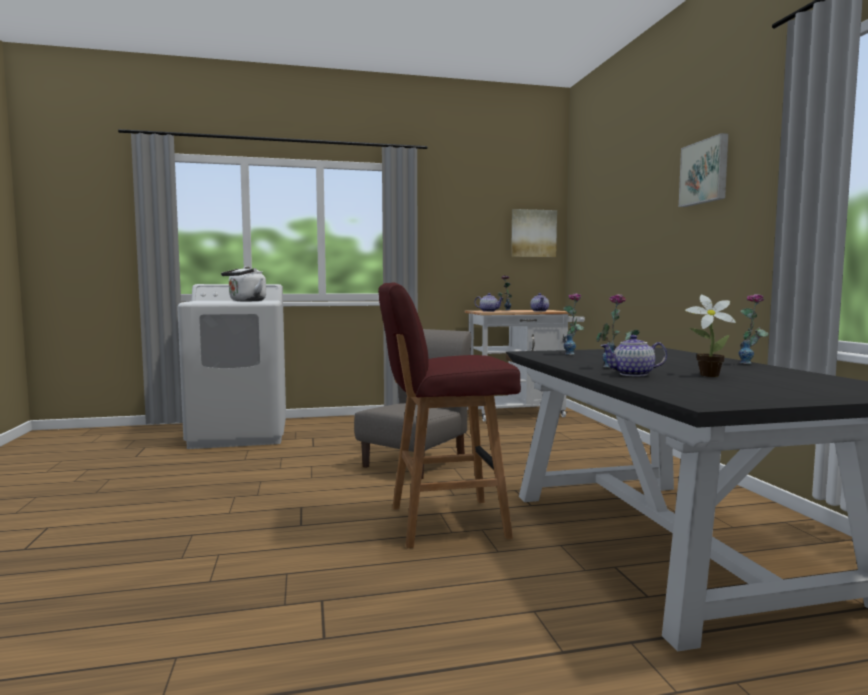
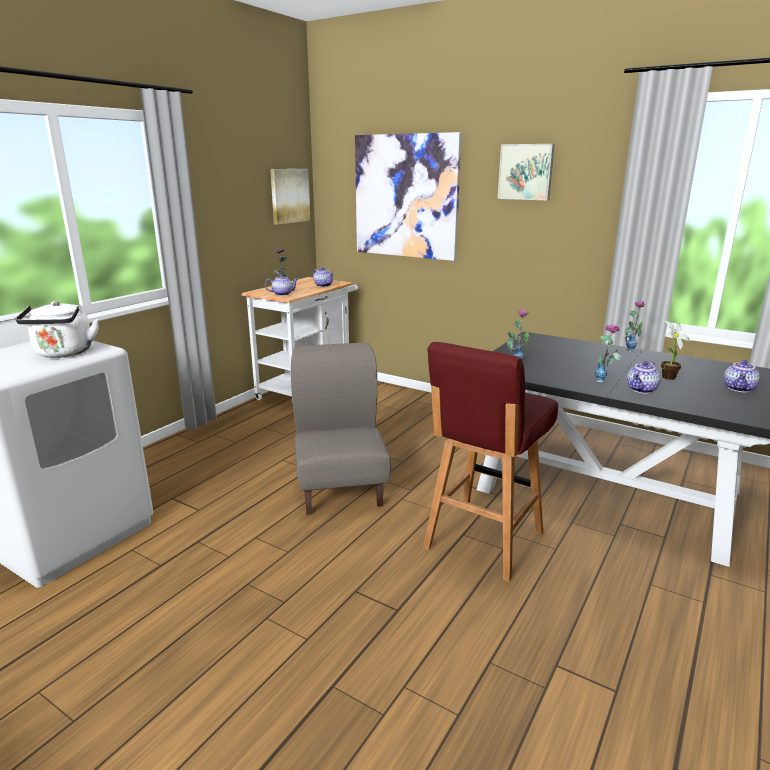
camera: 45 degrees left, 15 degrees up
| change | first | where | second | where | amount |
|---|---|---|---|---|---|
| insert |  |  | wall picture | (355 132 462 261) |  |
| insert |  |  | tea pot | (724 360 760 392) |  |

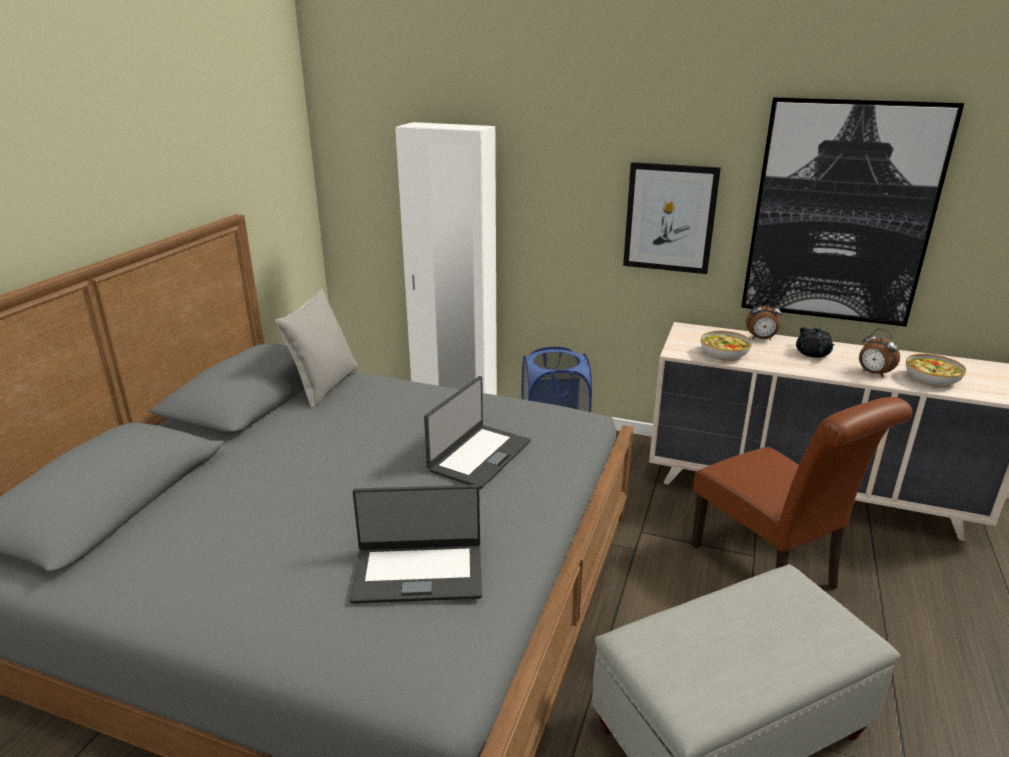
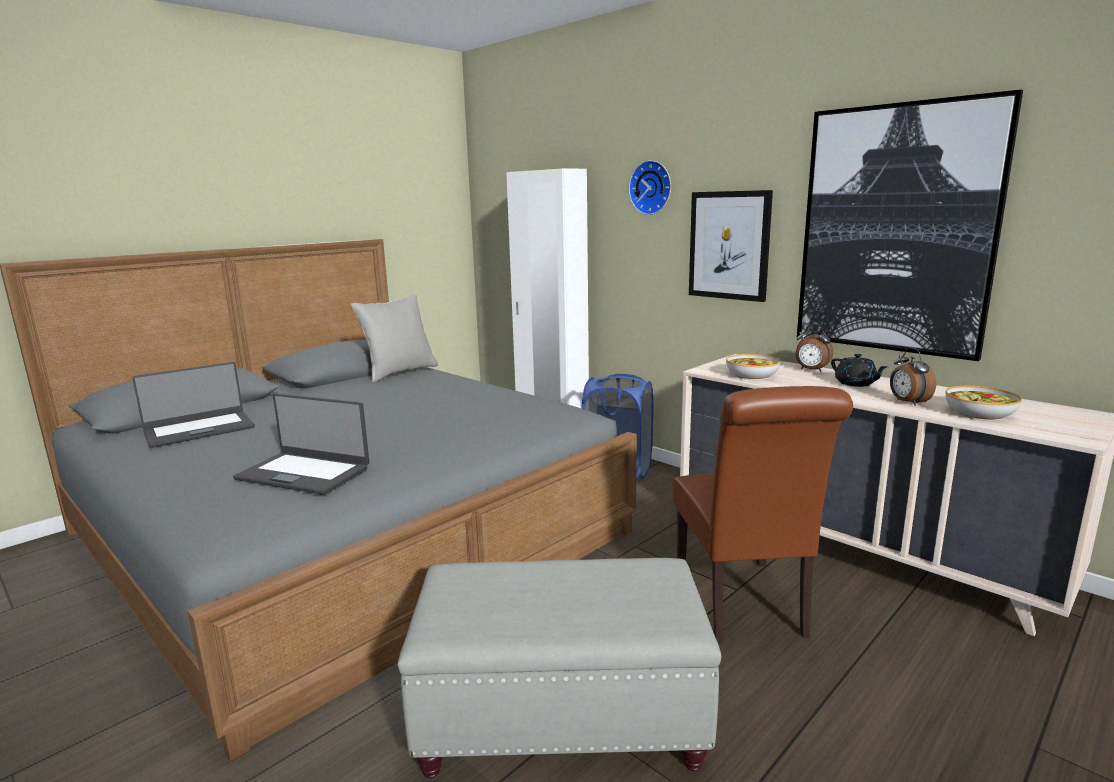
camera: 25 degrees right, 10 degrees down
| change | first | where | second | where | amount |
|---|---|---|---|---|---|
| move | laptop | (424 376 531 489) |  | (132 362 255 448) |  |
| rotate | blackish tea pot | (796 327 834 358) |  | (831 354 888 387) | 45 degrees counterclockwise |
| insert |  |  | hanging clock | (629 160 671 215) |  |

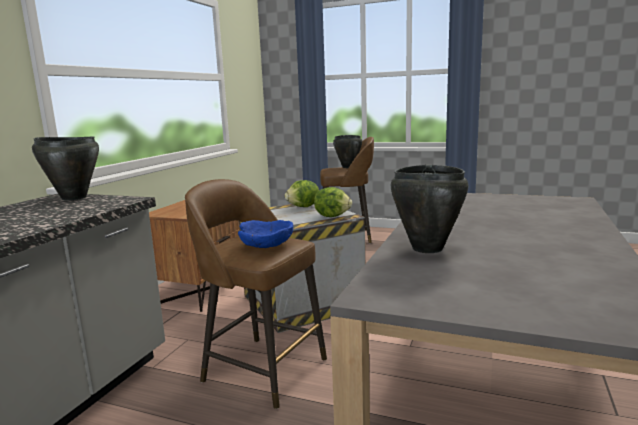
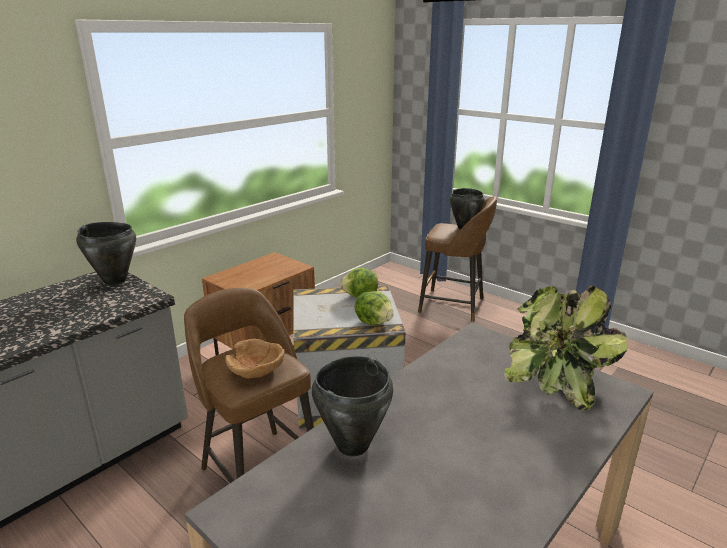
camera: 20 degrees right, 10 degrees up
| change | first | where | second | where | amount |
|---|---|---|---|---|---|
| recolor | bluish serving bowl | (238 220 293 248) | brown-coloured serving bowl | (225 339 284 378) |  |
| insert |  |  | plant in a pot | (504 286 627 410) |  |

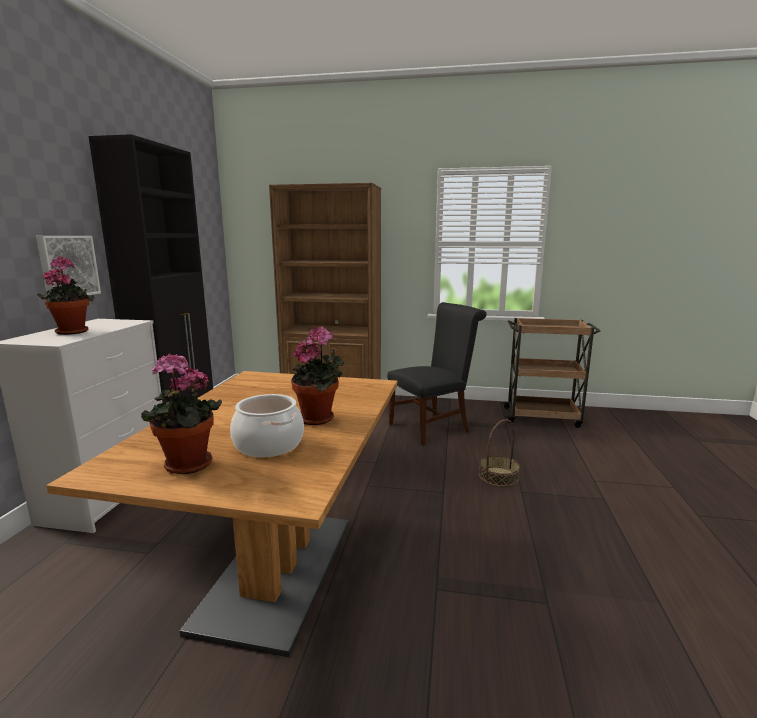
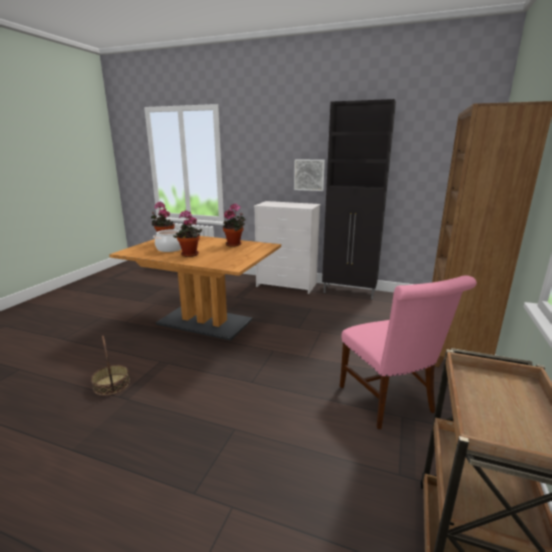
camera: 100 degrees right, 5 degrees up
| change | first | where | second | where | amount |
|---|---|---|---|---|---|
| move | plant in a pot | (37 256 94 335) |  | (223 204 246 247) |  |
| recolor | blackish chair | (387 302 487 446) | pink-coloured chair | (340 276 477 429) |  |
| move | basket | (479 419 520 487) |  | (91 336 130 396) |  |

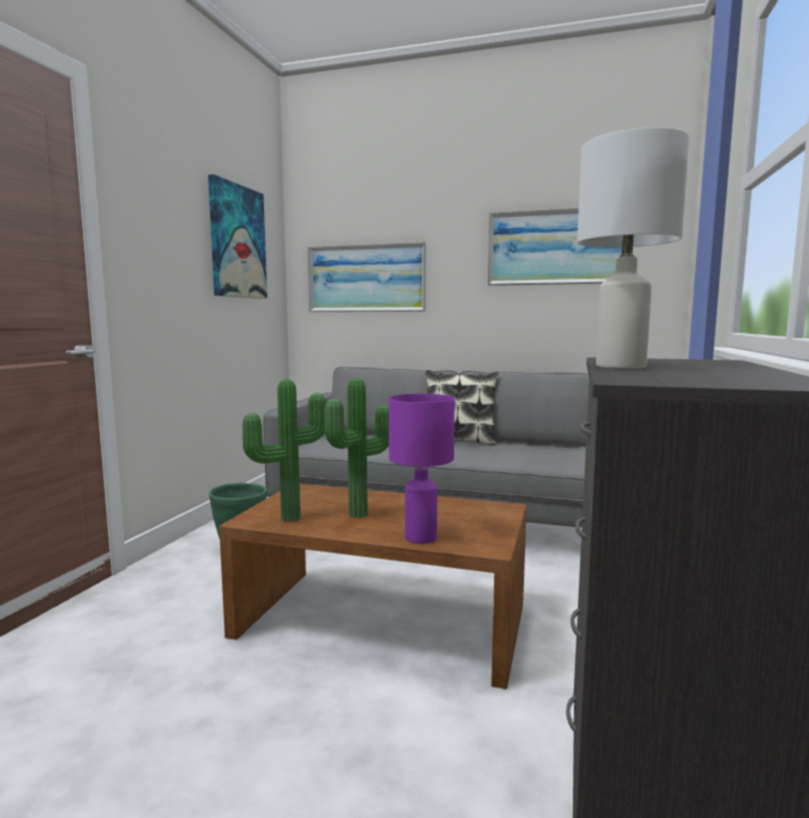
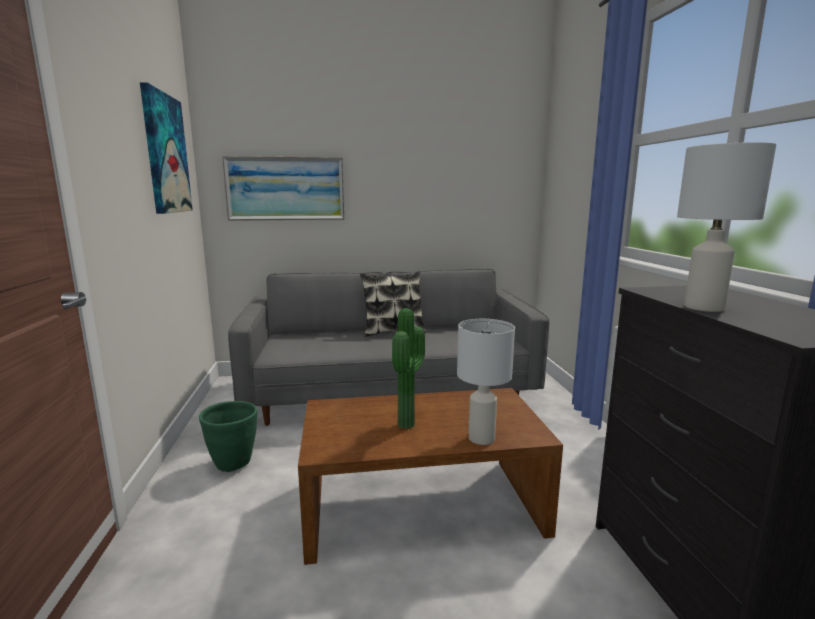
camera: 25 degrees left, 5 degrees up
| change | first | where | second | where | amount |
|---|---|---|---|---|---|
| delete | plant in a pot | (242 379 326 522) |  |  |  |
| recolor | purple lamp for a table | (389 394 455 544) | white-coloured lamp for a table | (457 319 515 445) |  |
| delete | wall picture | (488 208 622 286) |  |  |  |

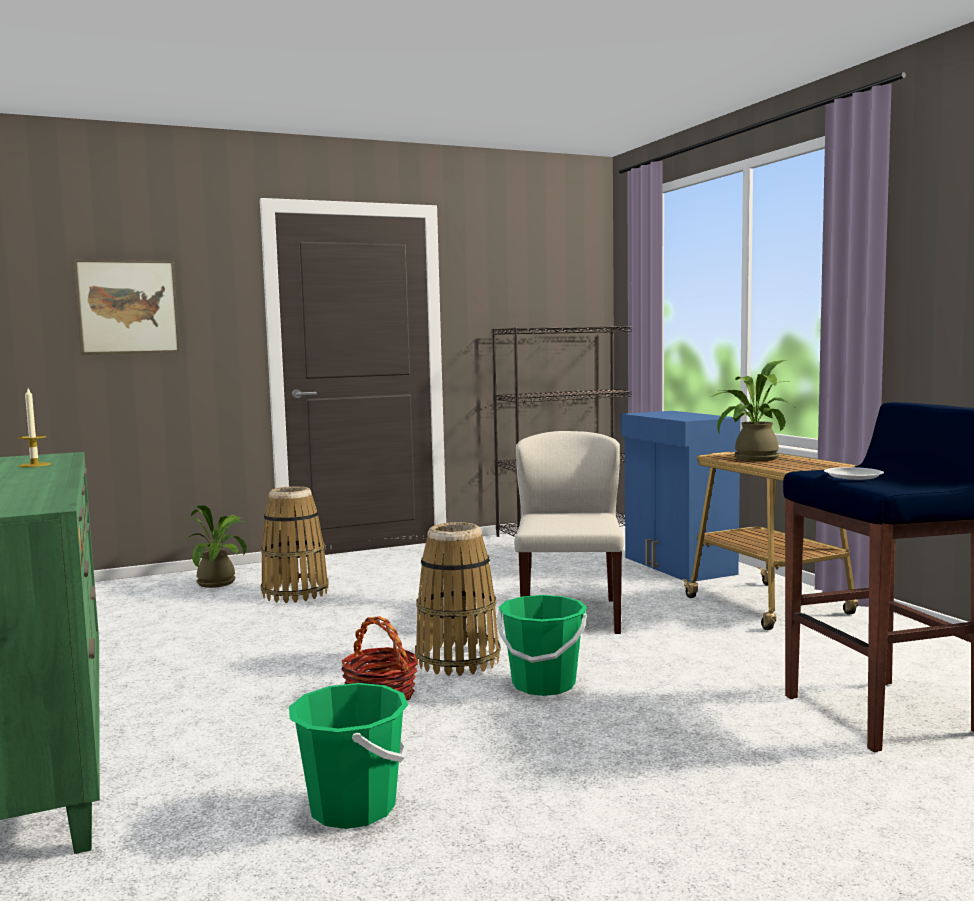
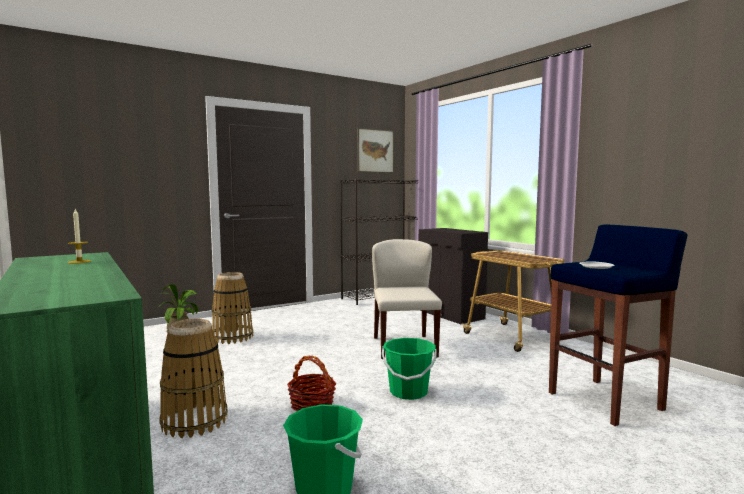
camera: 10 degrees left, 0 degrees up
| change | first | where | second | where | amount |
|---|---|---|---|---|---|
| move | wall picture | (74 259 180 355) |  | (357 127 394 173) |  |
| move | basket | (415 522 501 676) |  | (159 319 228 438) |  |
| recolor | bluish cupboard | (621 411 740 582) | blackish cupboard | (419 228 488 324) |  |
| delete | plant in a pot | (710 360 794 461) |  |  |  |

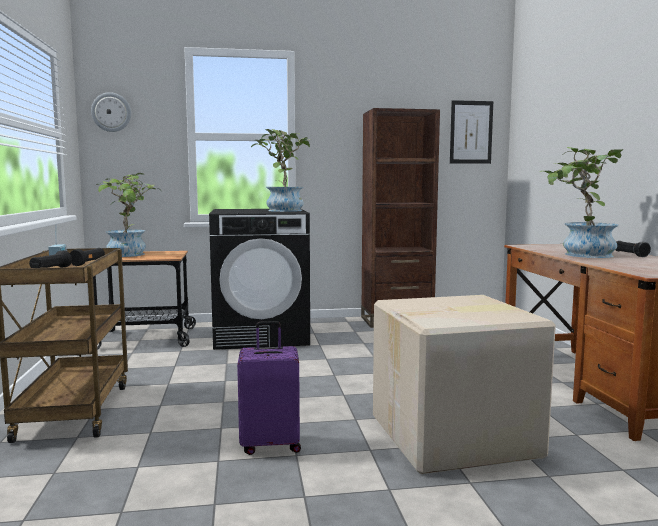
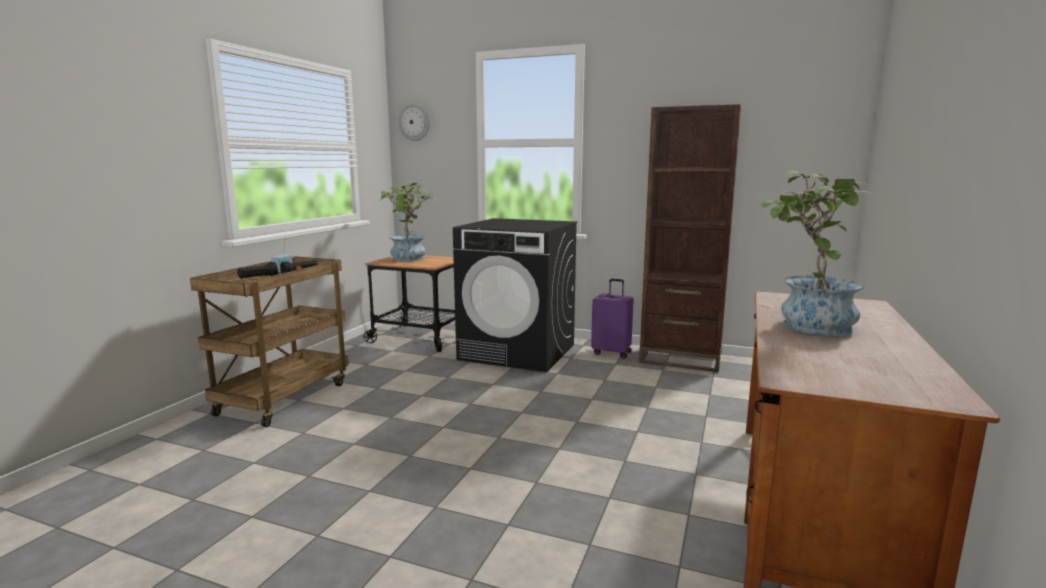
camera: 30 degrees right, 5 degrees up
| change | first | where | second | where | amount |
|---|---|---|---|---|---|
| move | purple suitcase | (237 321 301 455) |  | (591 279 634 358) |  |
| delete | plant in a pot | (251 129 310 212) |  |  |  |
| delete | cardboard box | (373 295 556 474) |  |  |  |
| delete | wall picture | (450 100 493 164) |  |  |  |
| delete | blackish torch | (616 241 651 257) |  |  |  |

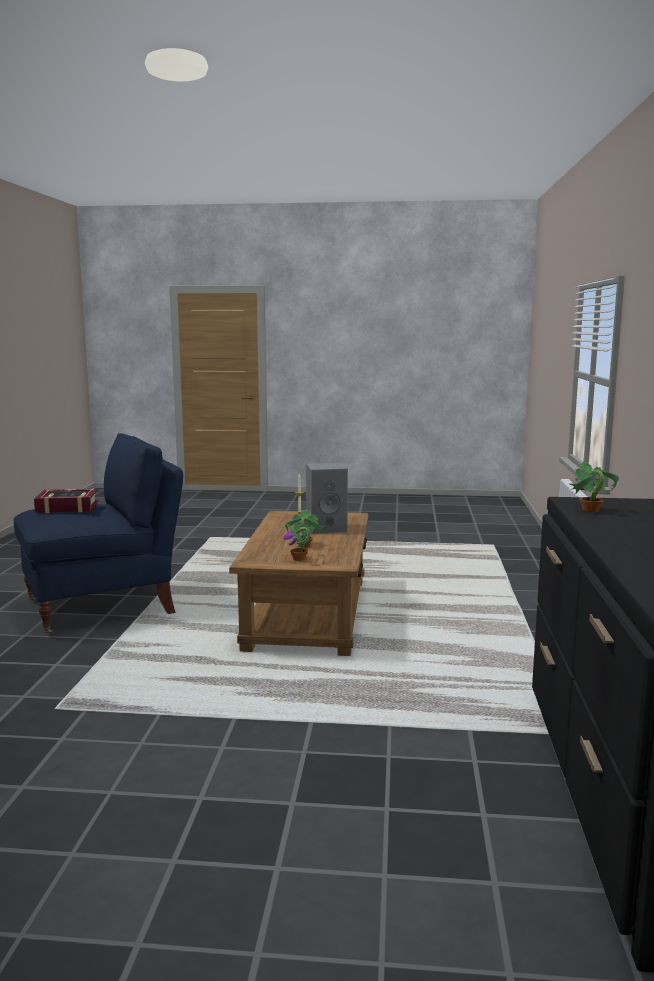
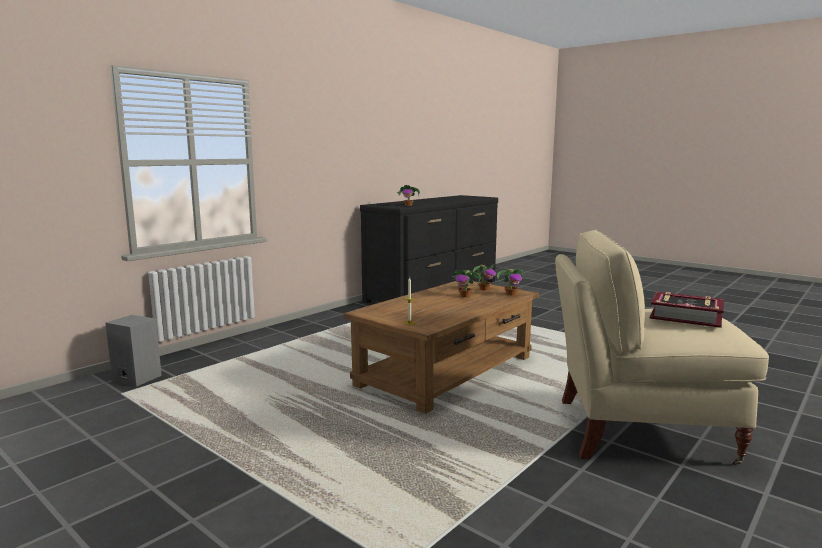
camera: 145 degrees left, 0 degrees up
| change | first | where | second | where | amount |
|---|---|---|---|---|---|
| recolor | bluish armchair | (14 433 183 635) | beige armchair | (555 230 769 466) |  |
| move | greyish loudspeaker | (306 463 348 534) |  | (105 315 162 387) |  |
| insert |  |  | plant in a pot | (497 269 524 296) |  |

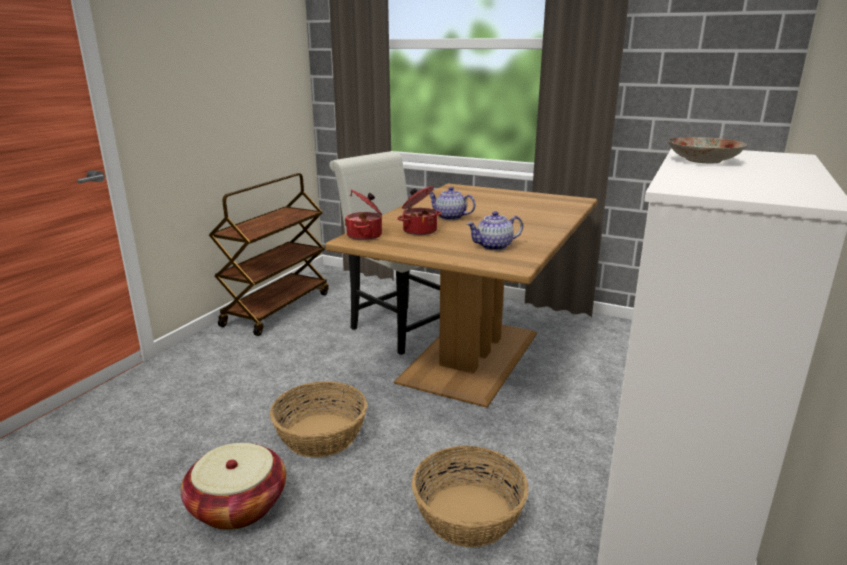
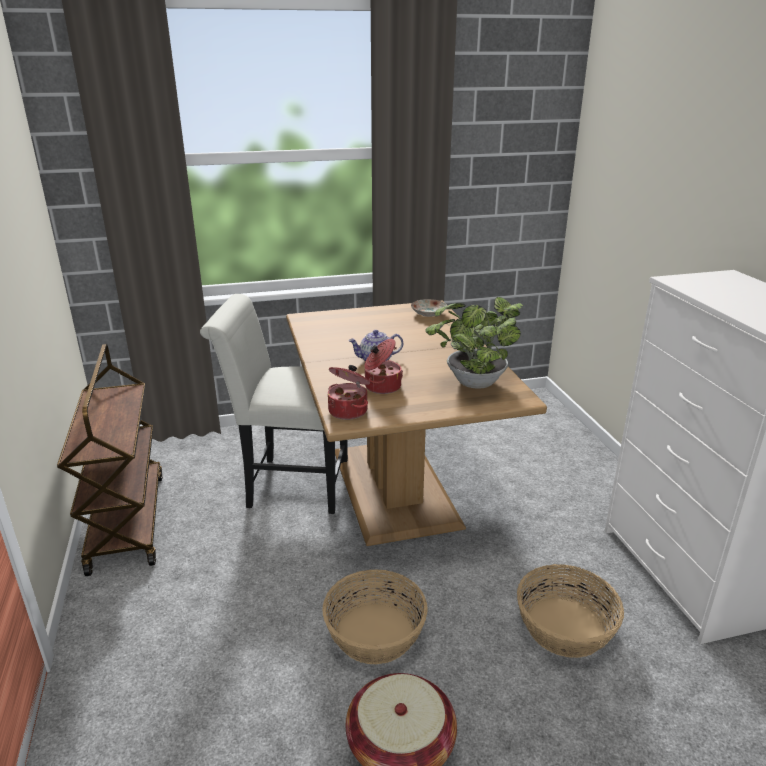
camera: 40 degrees left, 5 degrees up
| change | first | where | second | where | amount |
|---|---|---|---|---|---|
| replace | tea pot | (467 211 523 251) | plant in a pot | (425 297 523 389) |  |
| move | plate | (668 137 747 164) |  | (411 299 447 317) |  |

